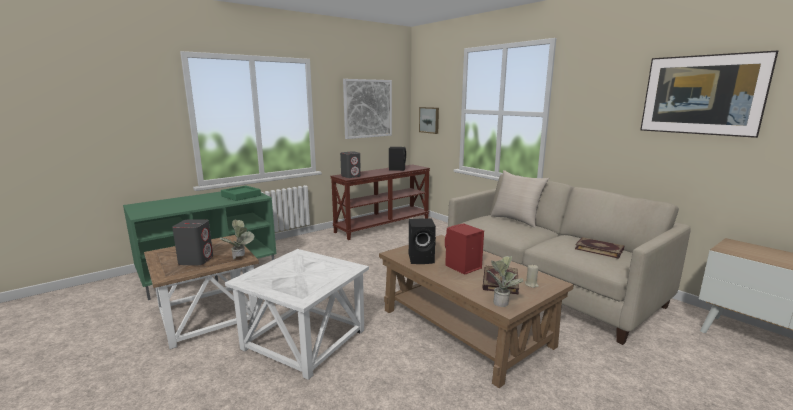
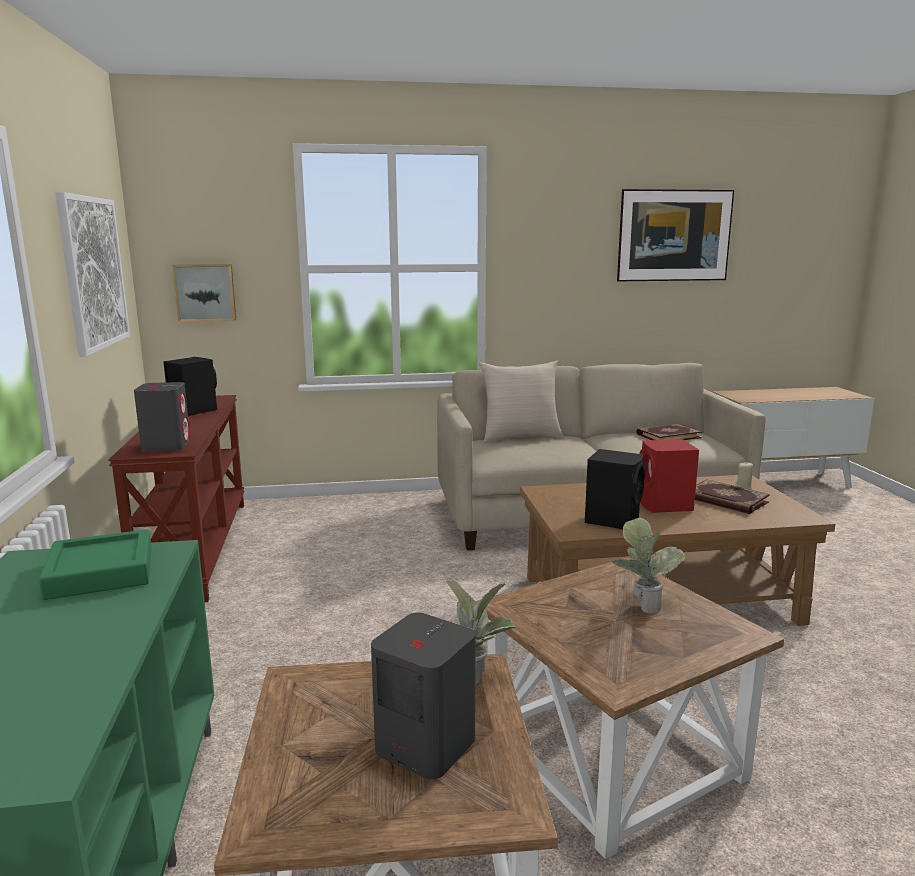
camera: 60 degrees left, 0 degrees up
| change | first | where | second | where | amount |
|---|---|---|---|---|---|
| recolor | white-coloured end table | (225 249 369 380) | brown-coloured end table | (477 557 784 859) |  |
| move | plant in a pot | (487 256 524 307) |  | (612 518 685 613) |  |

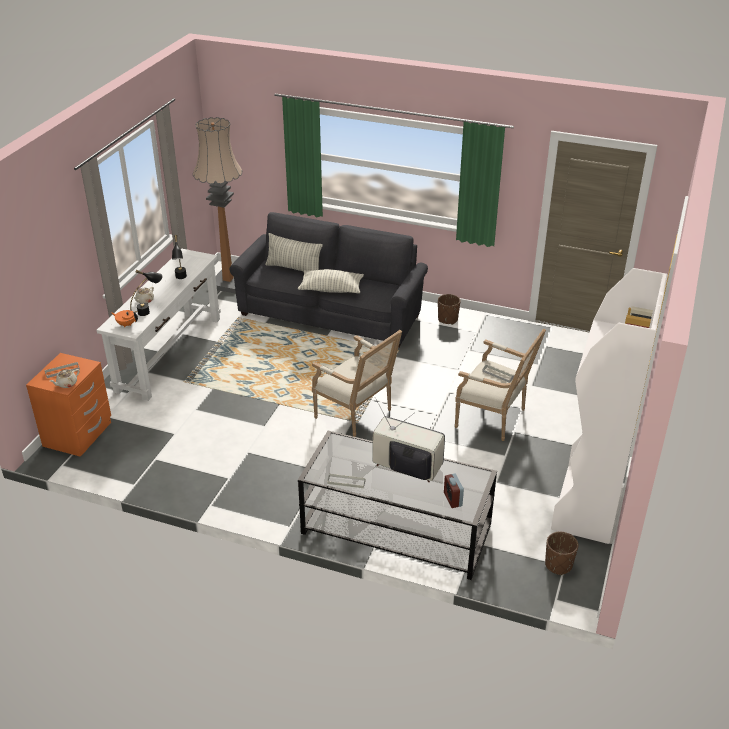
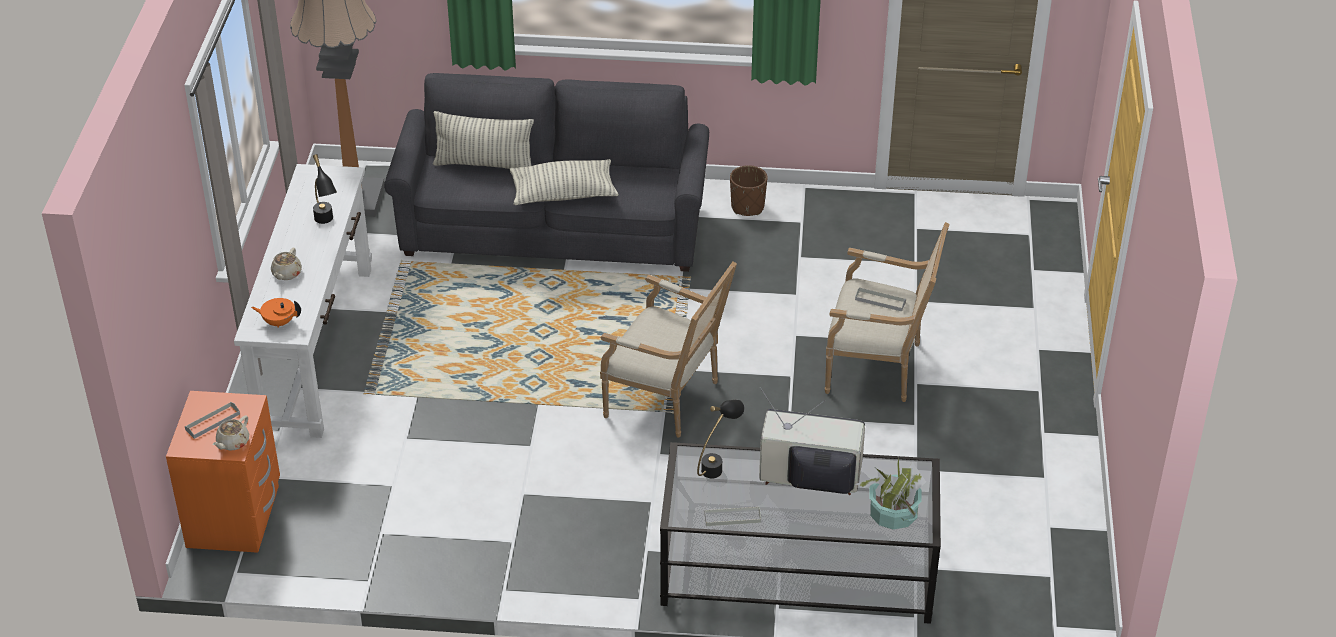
camera: 15 degrees left, 5 degrees up
| change | first | where | second | where | amount |
|---|---|---|---|---|---|
| move | blackish lamp for a table | (130 270 162 316) |  | (697 399 745 479) |  |
| replace | table clock | (444 474 464 508) | plant in a pot | (856 457 926 530) |  |
| delete | brown-coloured planter | (545 532 578 575) |  |  |  |
| delete | white-coloured bookcase | (551 268 668 544) |  |  |  |

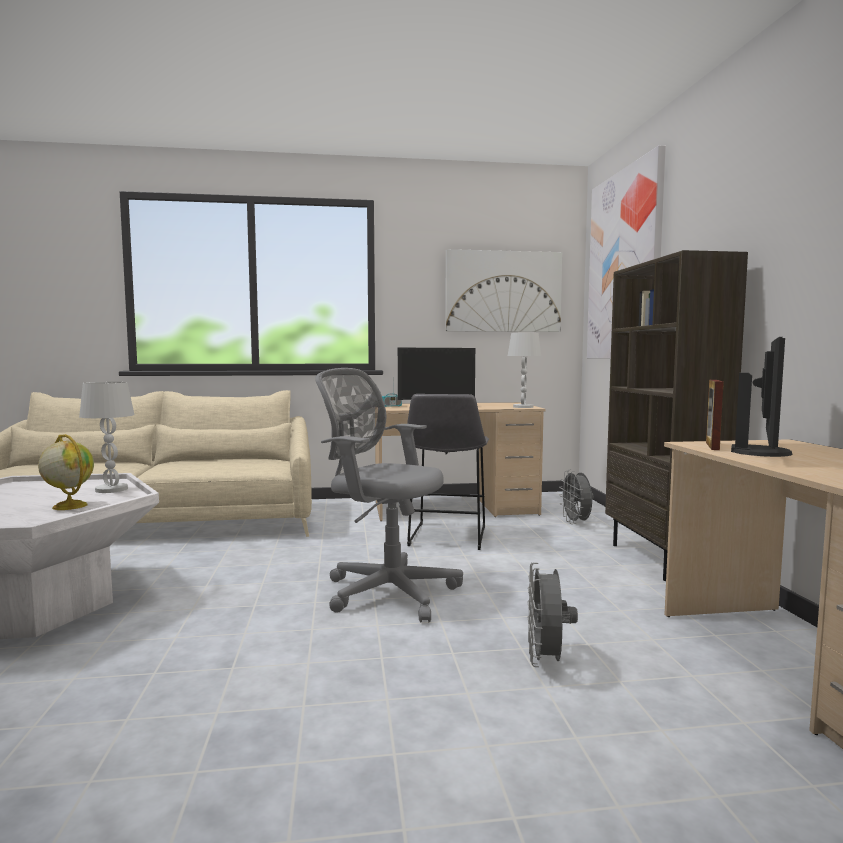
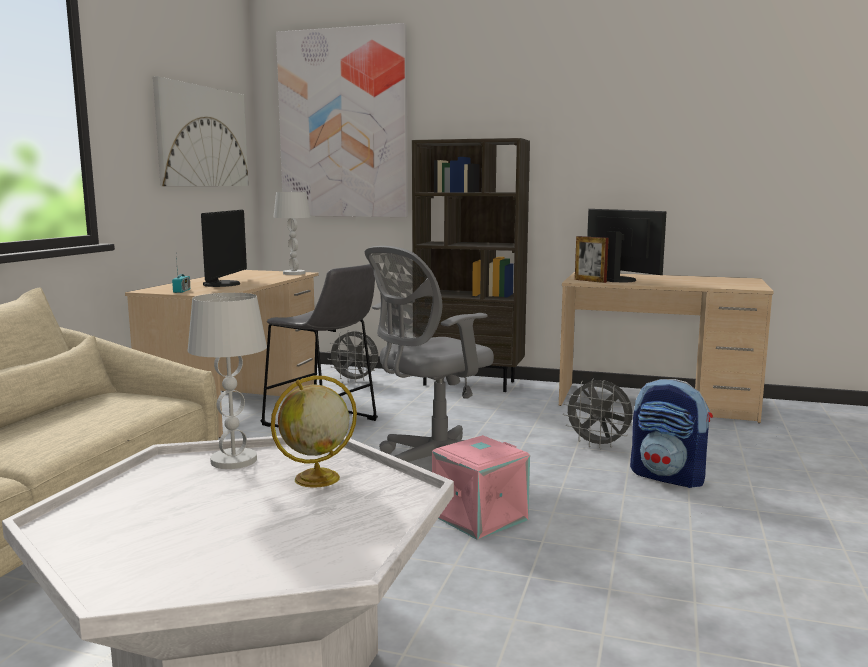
camera: 65 degrees left, 5 degrees up
| change | first | where | second | where | amount |
|---|---|---|---|---|---|
| insert |  |  | pink-coloured storage bin | (432 435 530 540) |  |
| insert |  |  | knapsack | (630 379 713 488) |  |

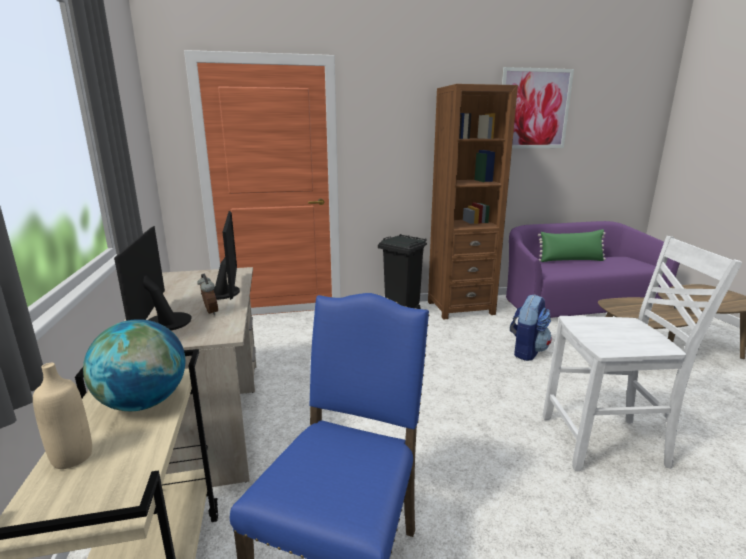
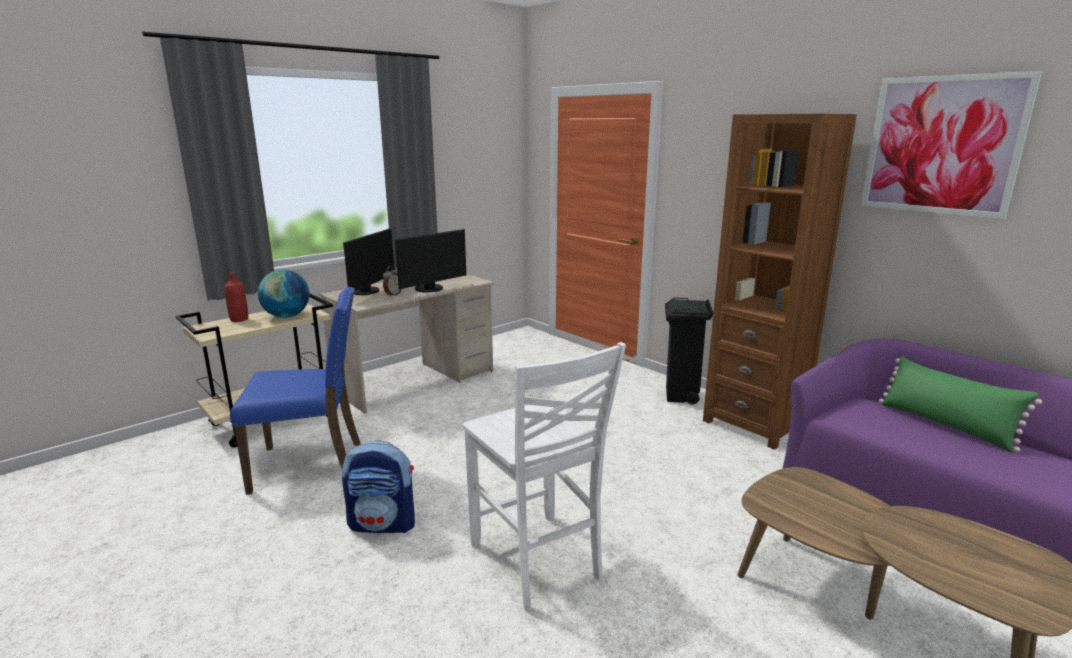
camera: 60 degrees right, 0 degrees up
| change | first | where | second | where | amount |
|---|---|---|---|---|---|
| recolor | beige drink bottle | (33 363 92 469) | red-coloured drink bottle | (225 272 248 322) |  |
| rotate | computer screen | (114 226 192 330) |  | (343 229 394 295) | 150 degrees clockwise |
| move | knapsack | (510 294 552 361) |  | (342 440 415 534) |  |

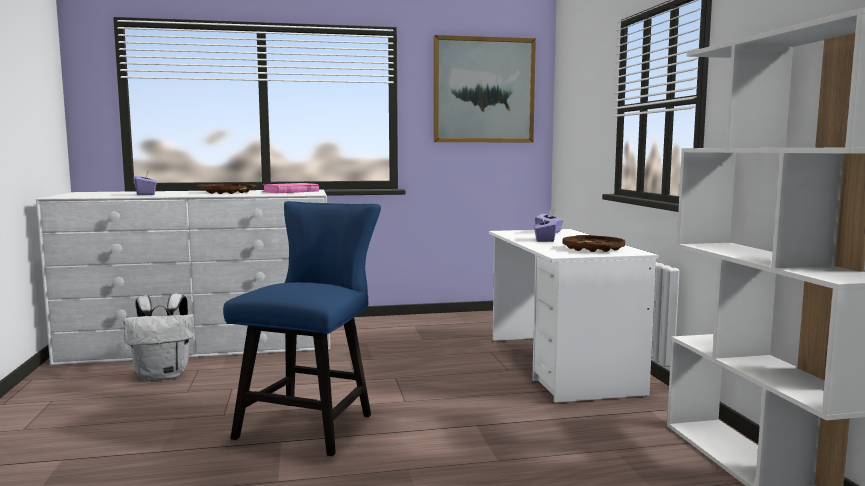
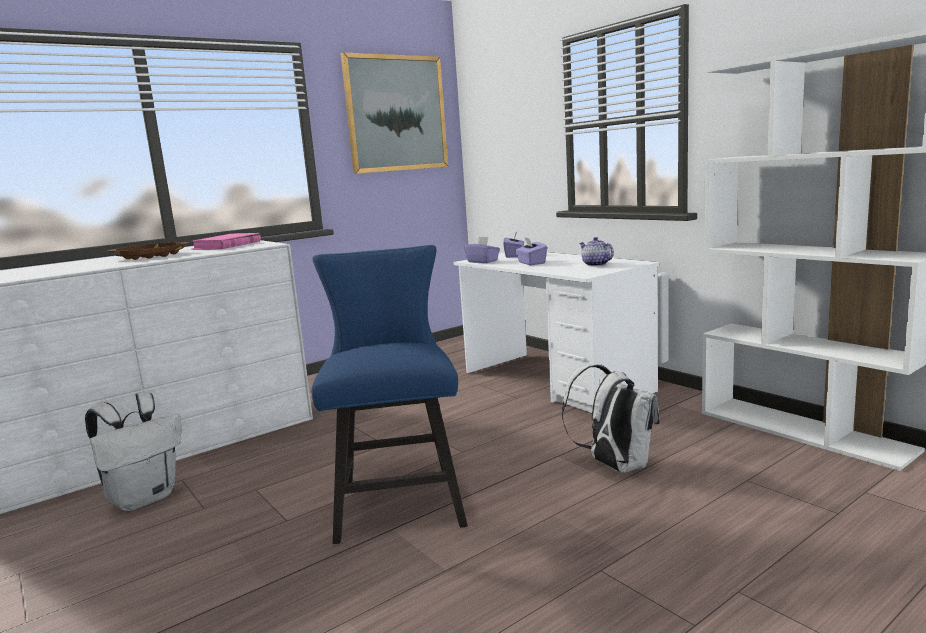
camera: 25 degrees left, 5 degrees up
| change | first | where | second | where | amount |
|---|---|---|---|---|---|
| move | purple tissue box | (134 170 157 195) |  | (464 237 500 263) |  |
| replace | brown-coloured serving tray | (562 235 625 252) | tea pot | (579 237 614 266) |  |
| insert |  |  | white-coloured knapsack | (562 364 660 473) |  |

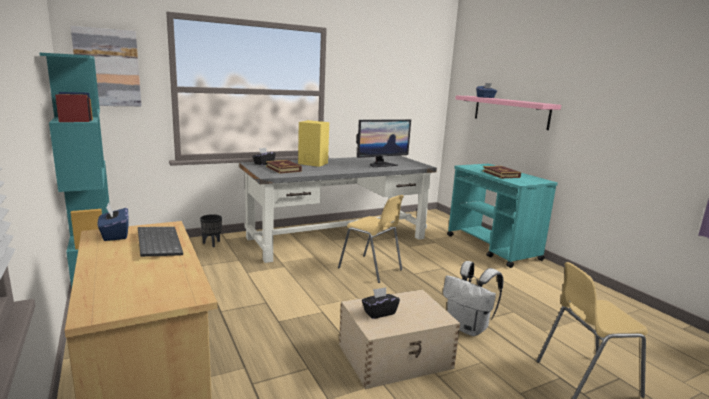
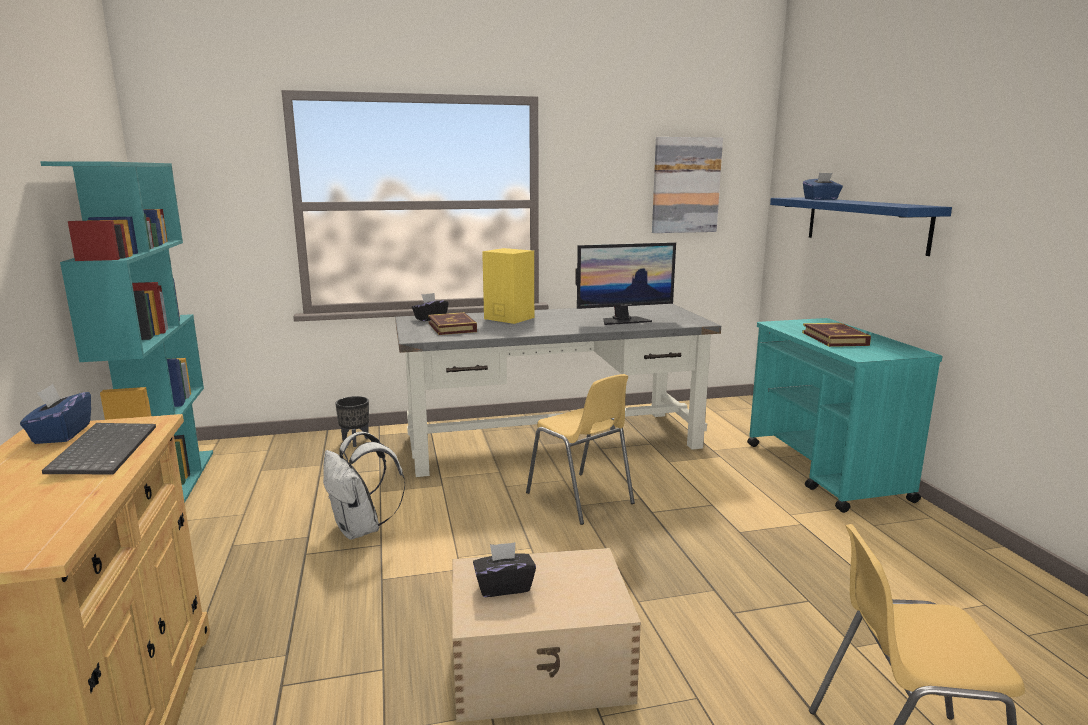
camera: 15 degrees right, 0 degrees up
| change | first | where | second | where | amount |
|---|---|---|---|---|---|
| move | wall picture | (70 26 142 106) |  | (652 137 723 233) |  |
| move | white-coloured knapsack | (443 261 503 336) |  | (323 432 405 540) |  |
| recolor | pink-coloured wall shelf | (455 96 561 130) | bluish wall shelf | (770 197 952 256) |  |

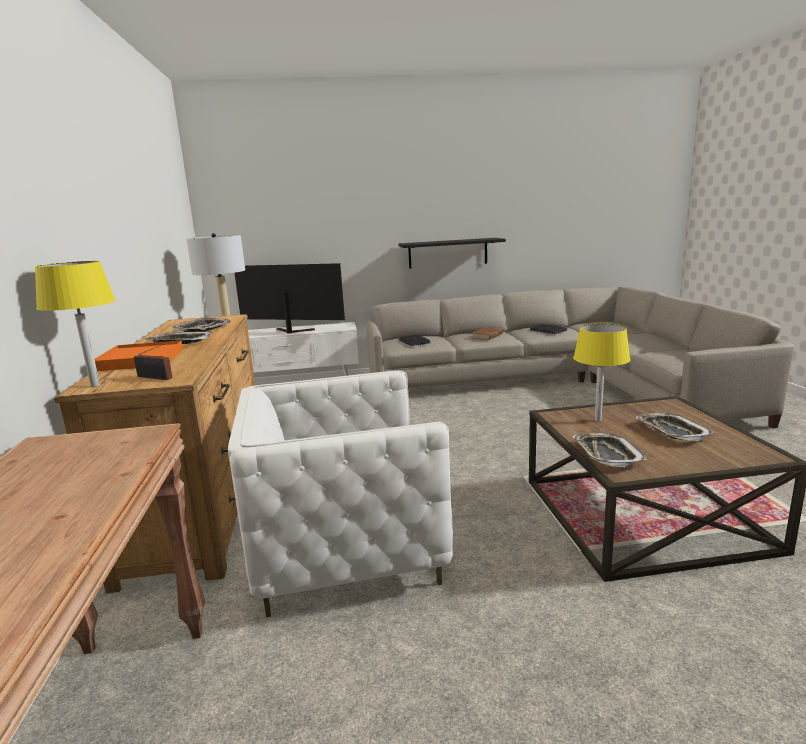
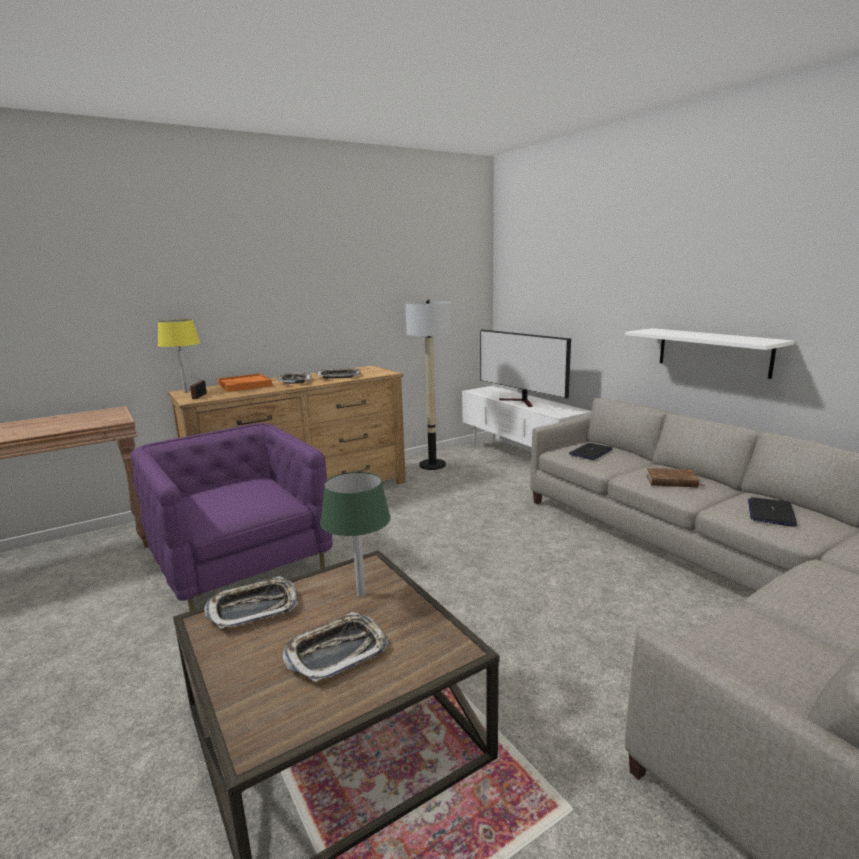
camera: 65 degrees right, 0 degrees up
| change | first | where | second | where | amount |
|---|---|---|---|---|---|
| recolor | white-coloured armchair | (228 370 453 617) | purple armchair | (131 423 333 611) |  |
| rotate | TV | (235 263 345 334) |  | (480 330 571 407) | 150 degrees clockwise |
| recolor | blackish wall shelf | (399 238 506 269) | white-coloured wall shelf | (625 328 794 379) |  |
| recolor | yellowish lamp for a table | (573 323 630 422) | green lamp for a table | (320 472 391 597) |  |

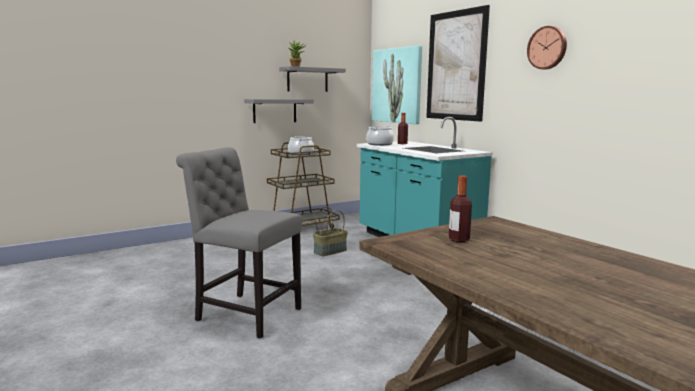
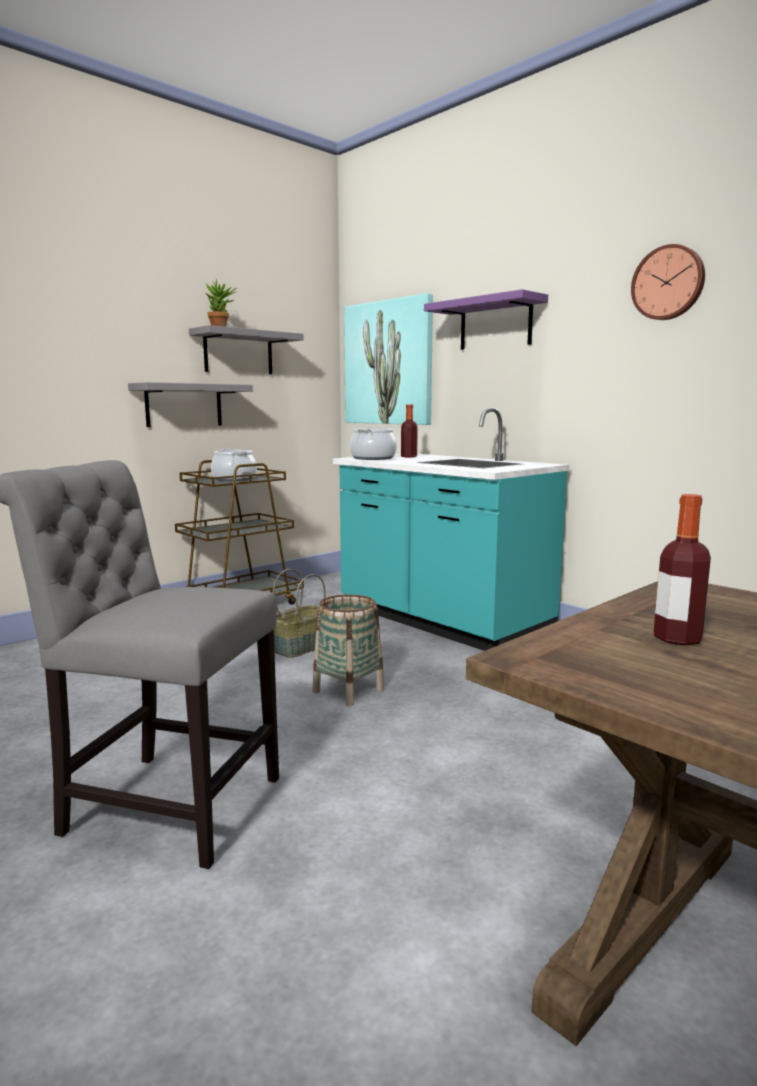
camera: 10 degrees left, 0 degrees up
| change | first | where | second | where | amount |
|---|---|---|---|---|---|
| replace | wall picture | (426 5 490 122) | purple wall shelf | (424 289 548 350) |  |
| insert |  |  | basket | (313 594 384 706) |  |

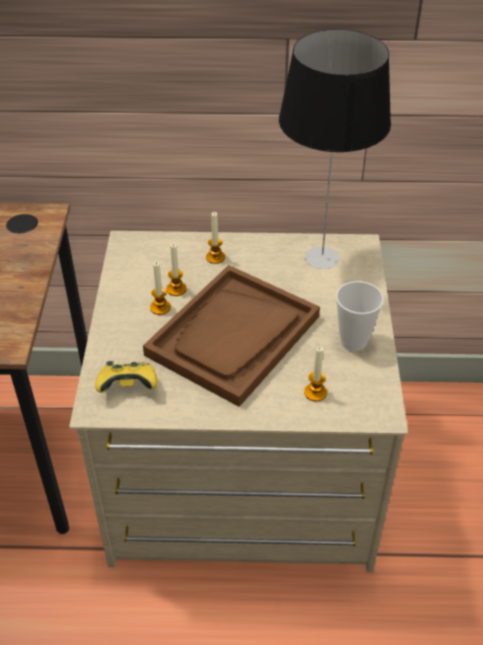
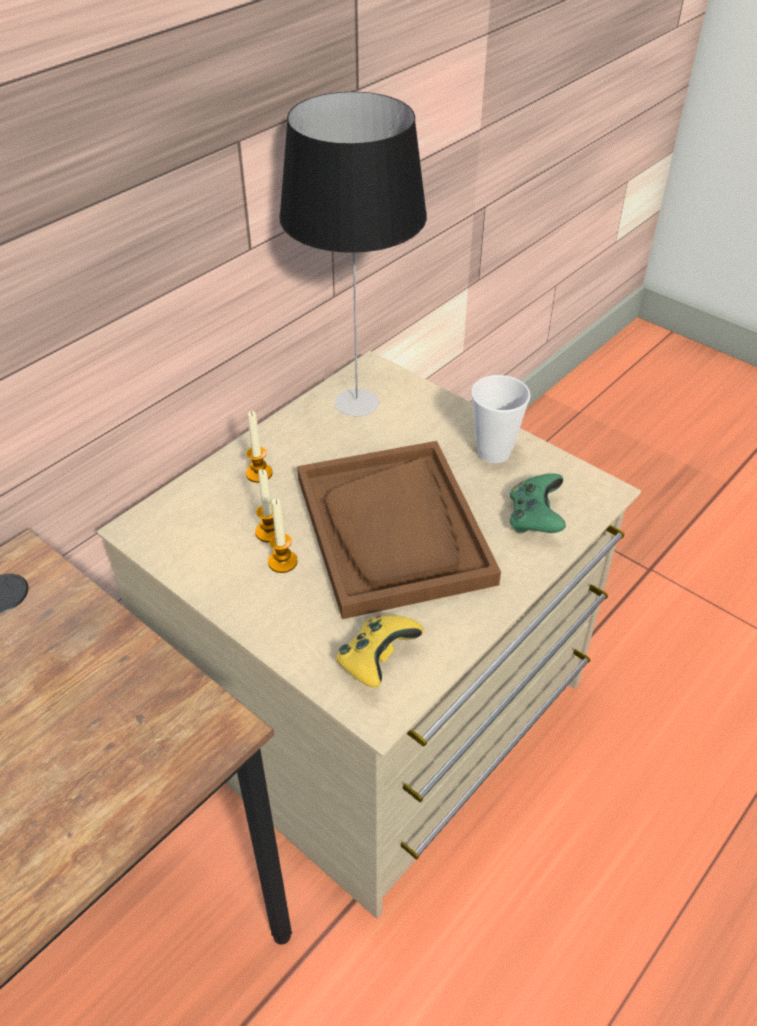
camera: 50 degrees left, 0 degrees up
| change | first | where | second | where | amount |
|---|---|---|---|---|---|
| replace | wax candle | (304 346 327 401) | green game controller | (510 473 566 533) |  |

